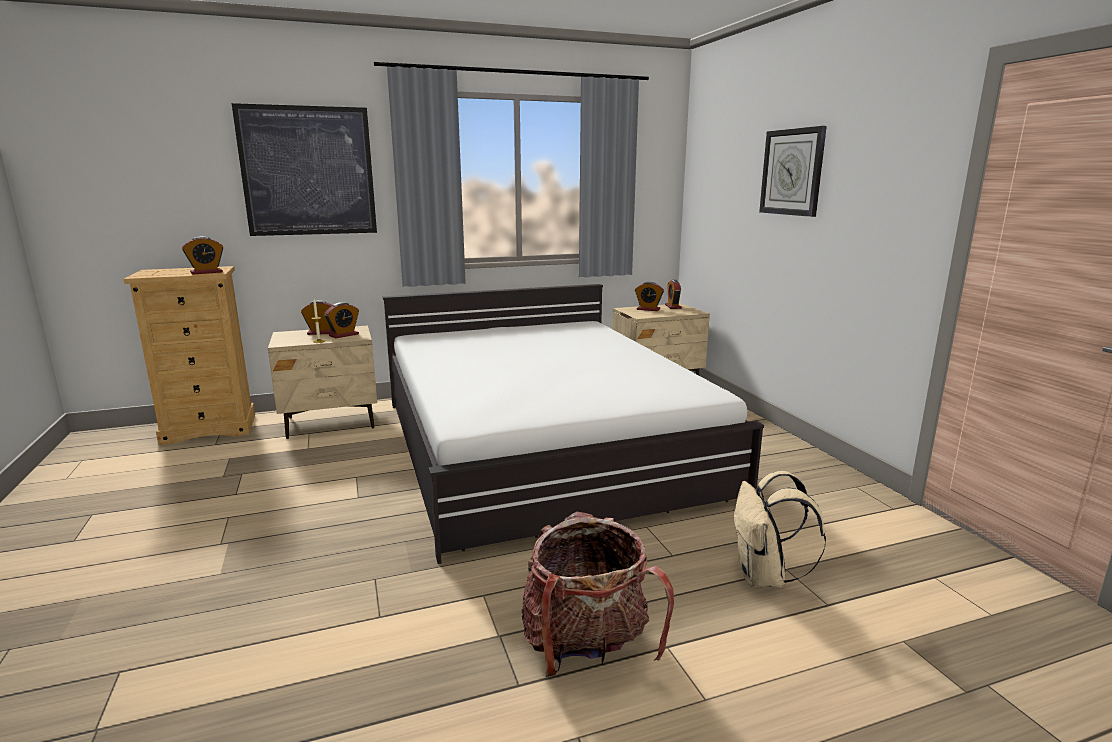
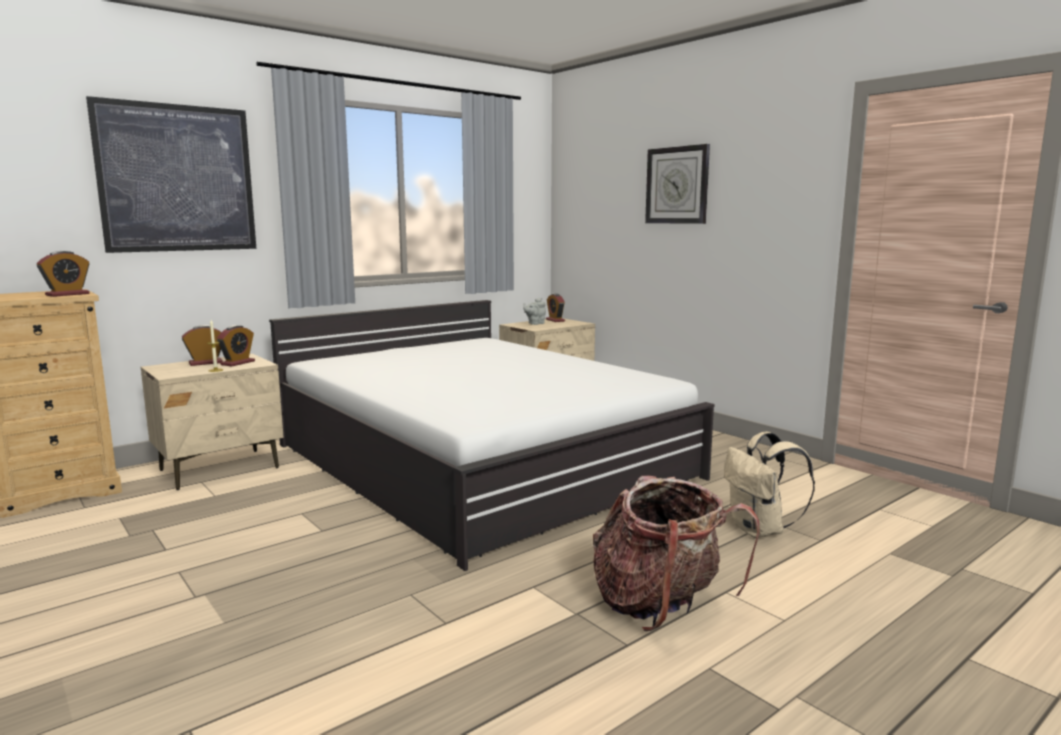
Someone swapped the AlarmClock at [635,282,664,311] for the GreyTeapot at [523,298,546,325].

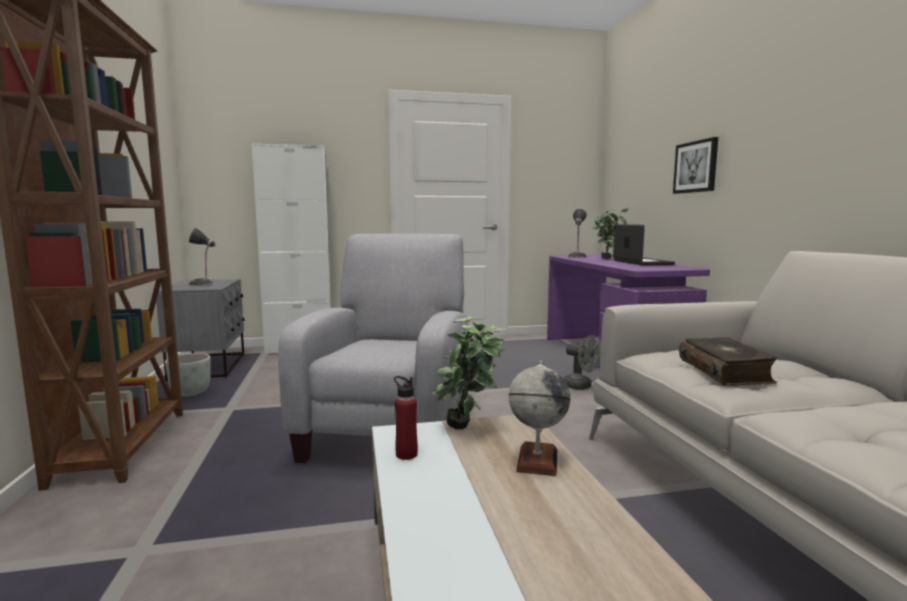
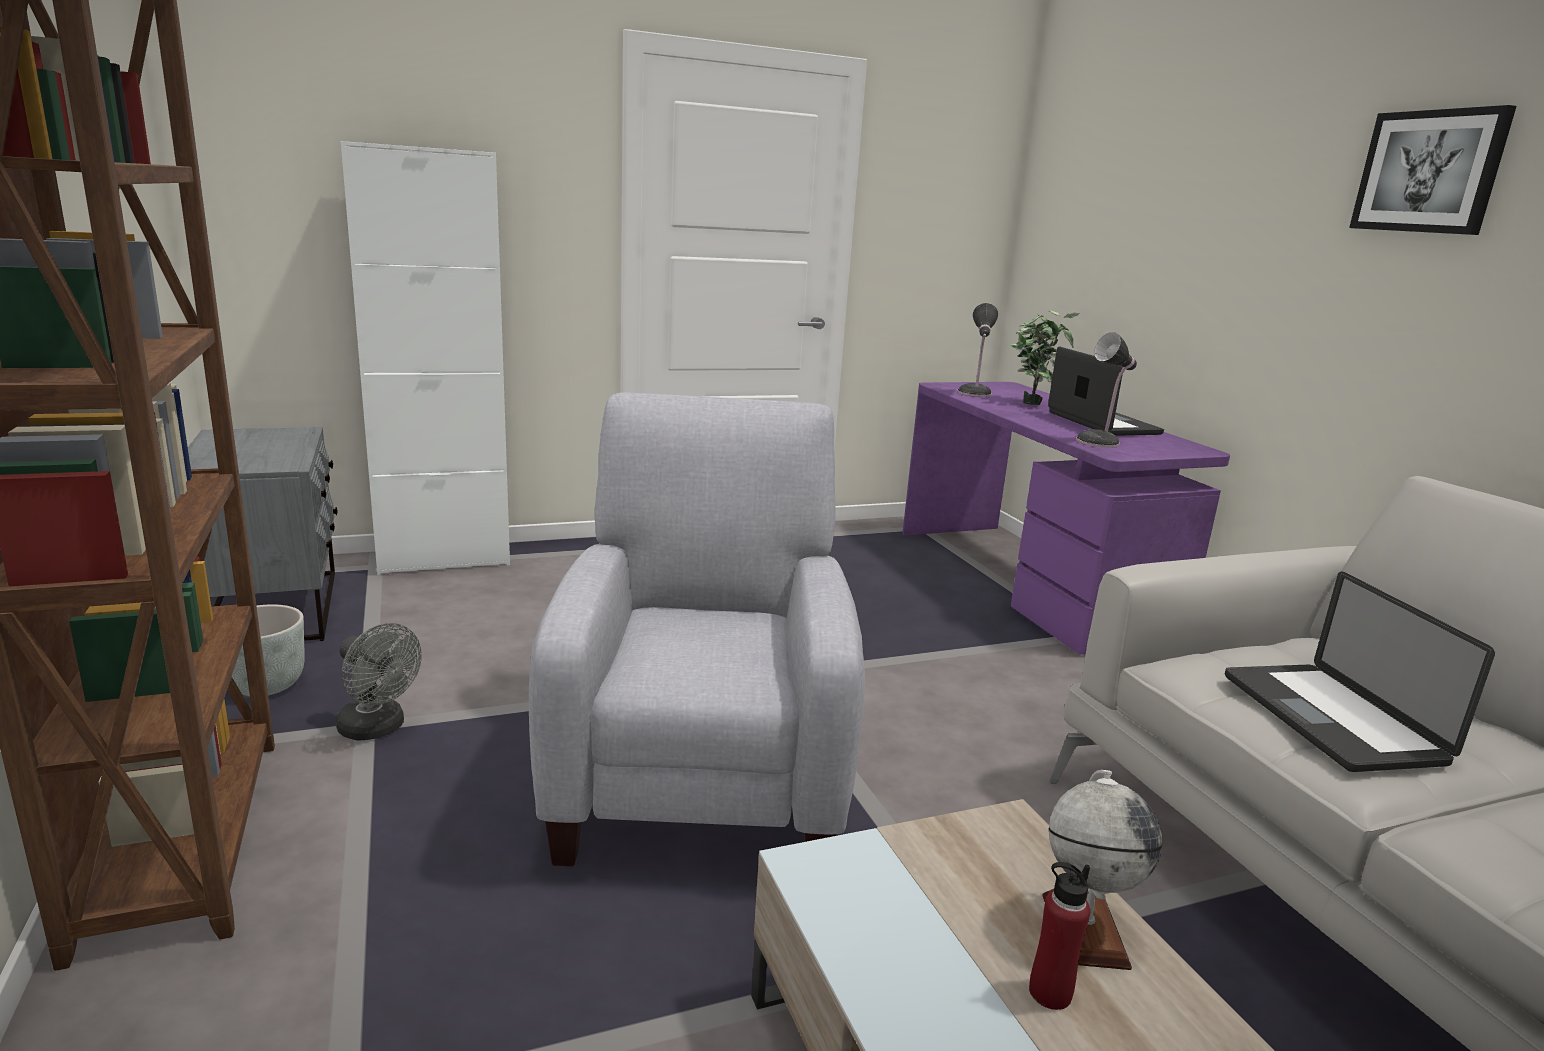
Someone took away the PottedPlant at [432,317,507,429]. Someone carried the TableLamp from [189,228,216,286] to [1076,332,1137,448]. Someone carried the RedBottle from [394,376,418,460] to [1029,862,1090,1010]. Someone carried the GreyFan from [563,335,601,390] to [336,623,422,740]. Someone carried the Picture from [673,137,718,194] to [1349,105,1517,235]. Someone swapped the Book at [679,337,778,386] for the Laptop at [1225,571,1495,772].

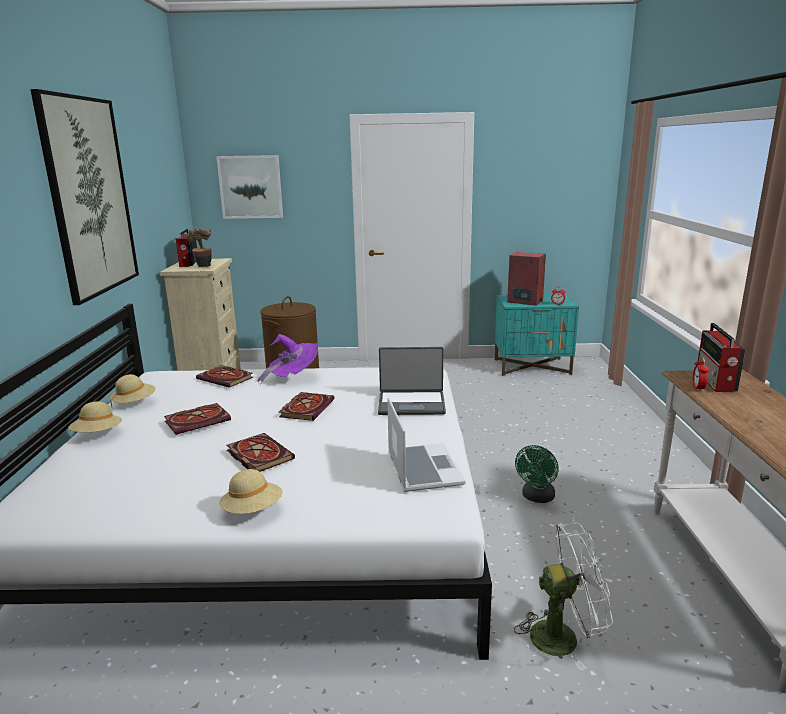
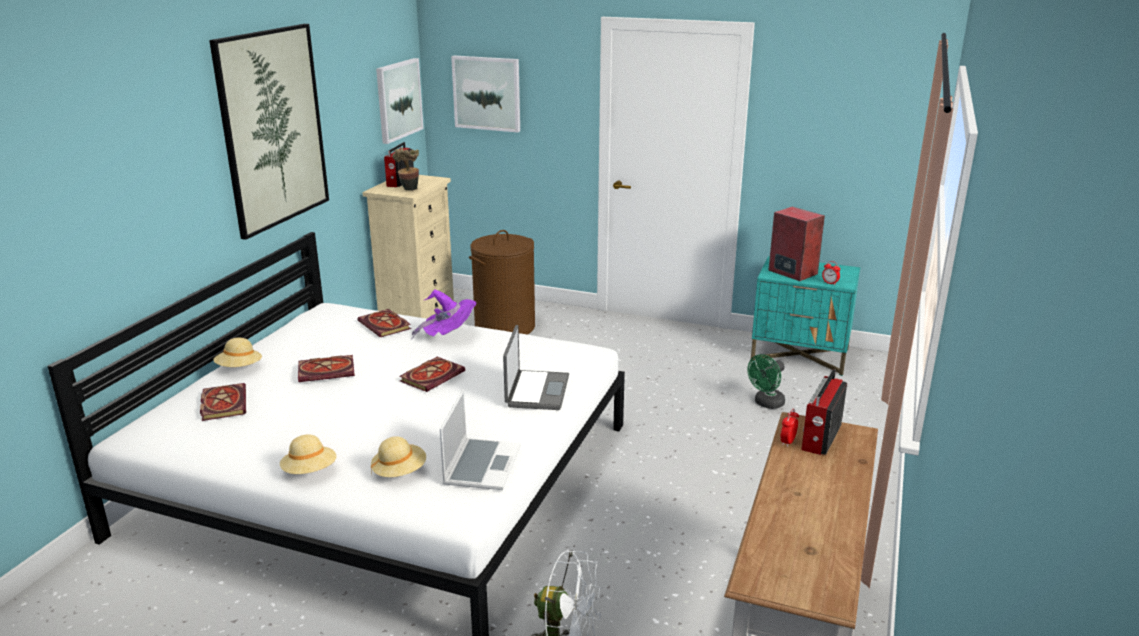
Someone put up the Picture at [376,58,424,144]. Someone carried the BeigeHat from [110,375,155,407] to [371,436,426,477]. Someone carried the Book from [226,433,295,472] to [200,383,246,421]. Someone carried the GreenFan from [515,445,559,503] to [747,354,785,409]. Someone rotated the Laptop at [378,347,446,415] by 105 degrees counterclockwise.

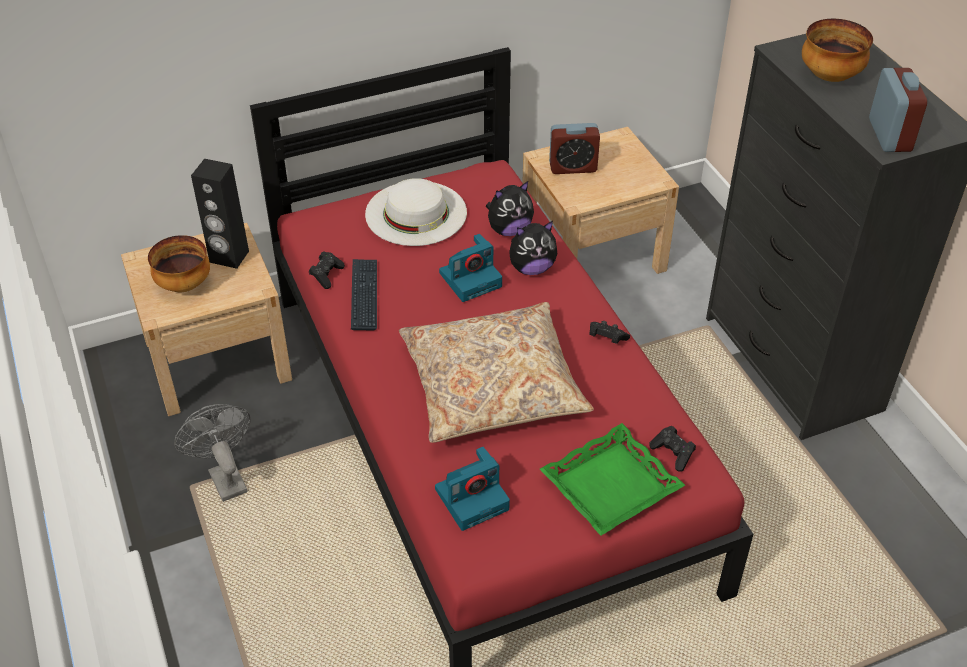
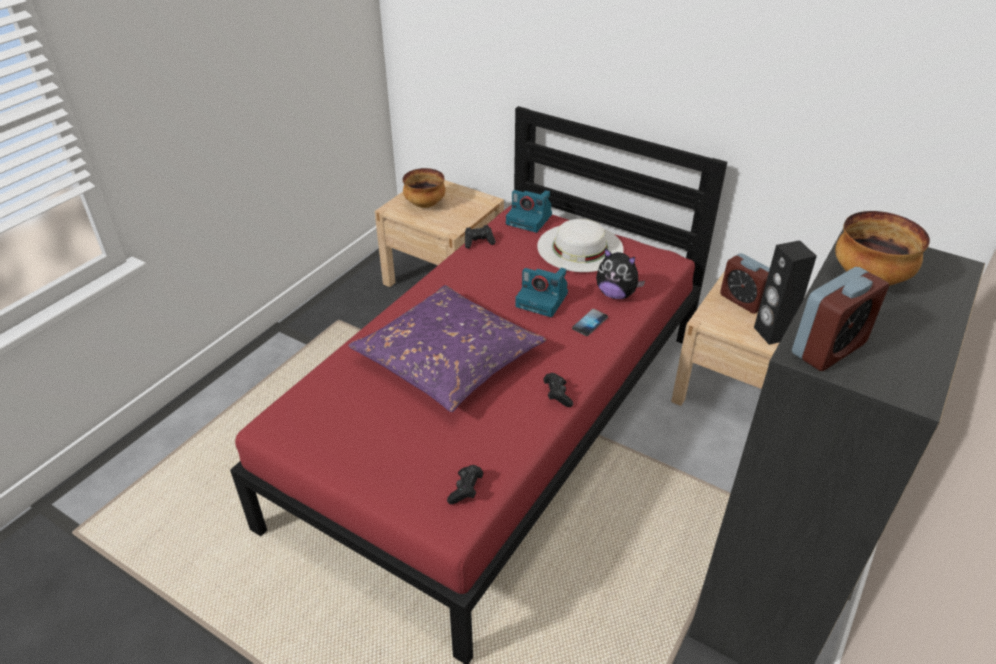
Someone took away the GreyFan at [174,404,250,502]. Someone took away the Keyboard at [351,259,377,330]. Someone took away the GreenTray at [540,423,685,536]. Someone carried the BlackSpeaker from [191,159,249,269] to [754,240,817,345]. Someone carried the PhotoCamera from [435,447,510,531] to [506,190,552,233]. Someone swapped the PlushToy at [509,221,558,275] for the Phone at [572,309,608,336]. Someone repainted the BeigePillow at [399,302,594,443], which became the PurplePillow at [348,285,546,412].

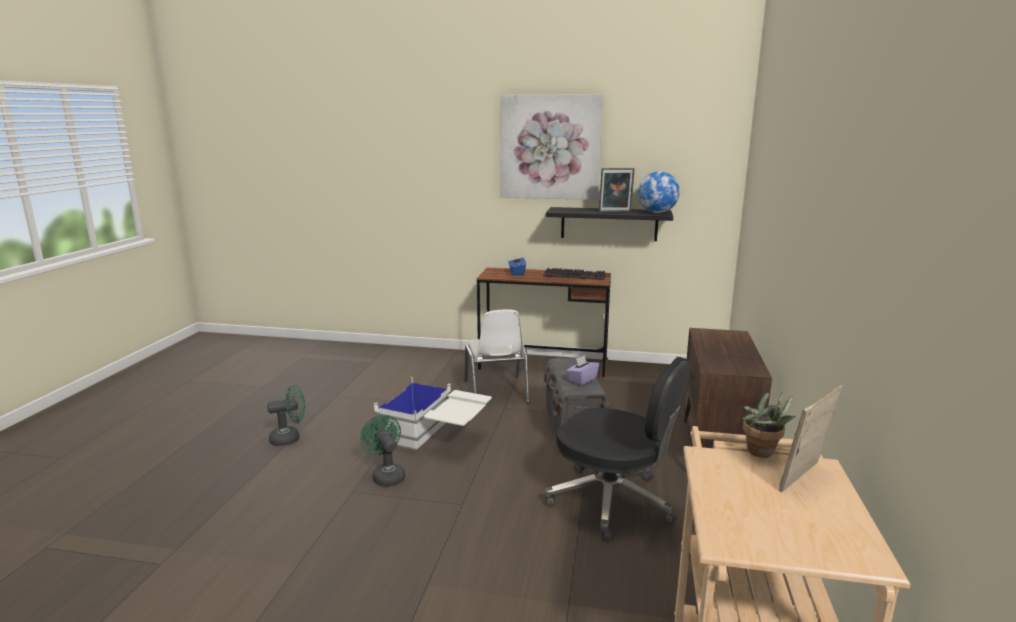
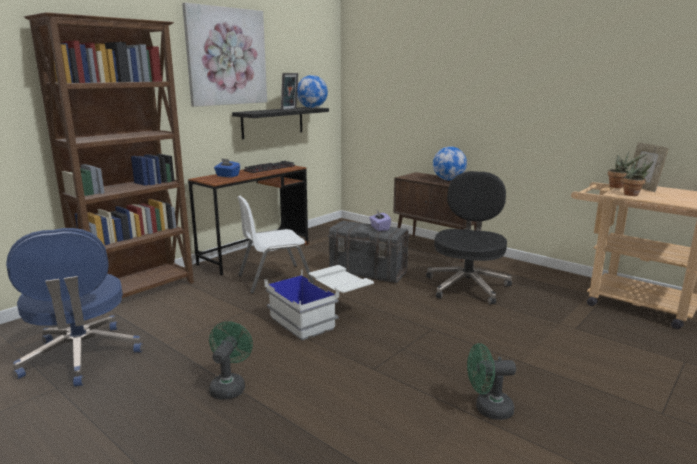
Someone put down the BlueOfficeChair at [6,228,143,387]. Someone put down the BrownBookcase at [24,12,194,298]. Someone put down the Globe at [433,146,467,181]. Someone put down the PottedPlant at [622,158,654,196]. Someone carried the GreenFan from [360,415,405,486] to [467,343,516,420]. Someone rotated the WhiteChair at [464,310,530,404] by 135 degrees clockwise. Someone rotated the BlackOfficeChair at [545,357,690,542] by 45 degrees counterclockwise.

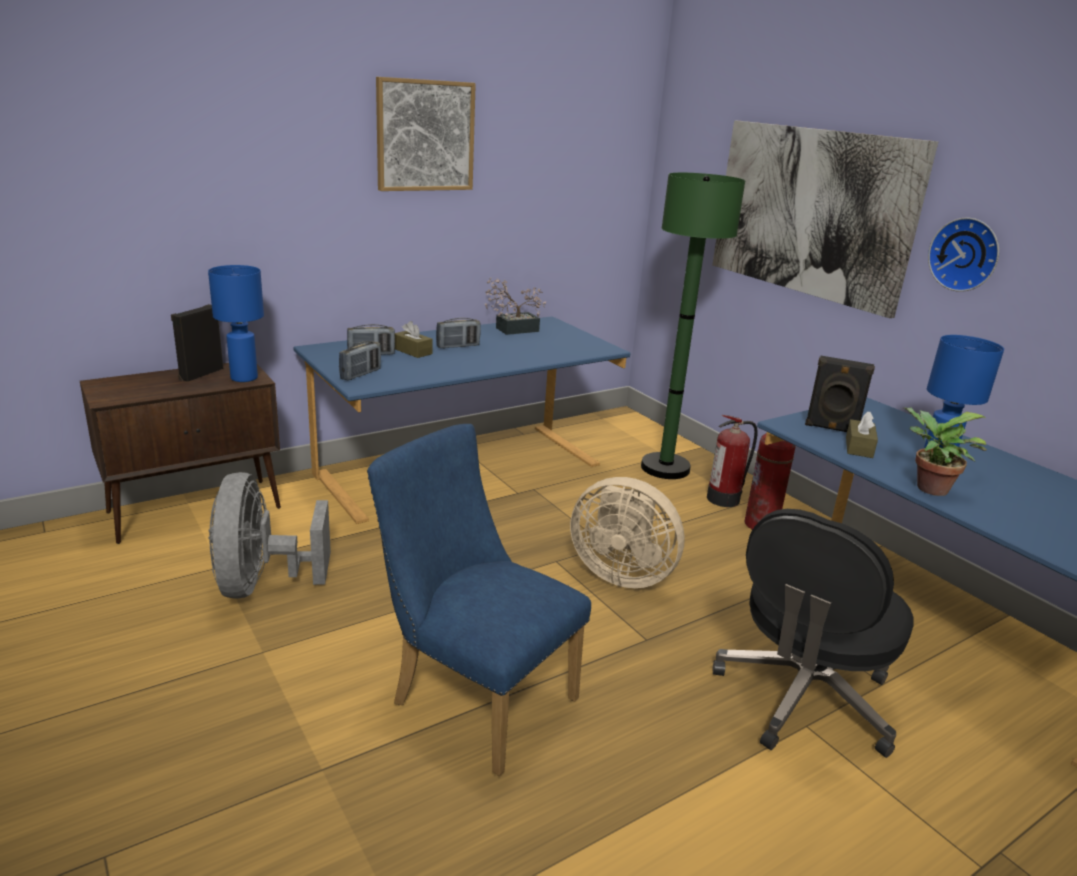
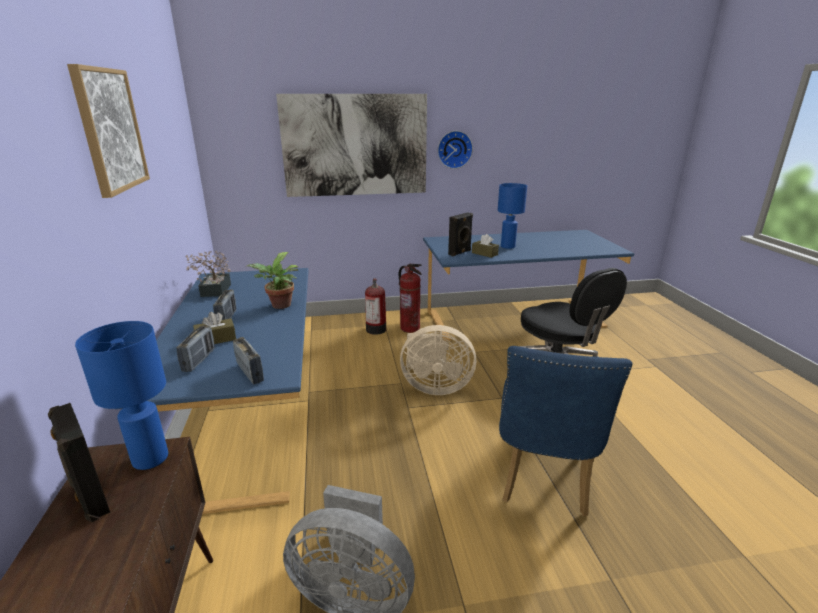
Someone took away the GreenFloorLamp at [641,172,745,479]. Someone carried the PottedPlant from [904,407,987,496] to [245,252,299,309]. Someone rotated the BlueChair at [367,424,591,776] by 45 degrees counterclockwise. Someone rotated the BeigeFan at [570,477,685,588] by 45 degrees clockwise.

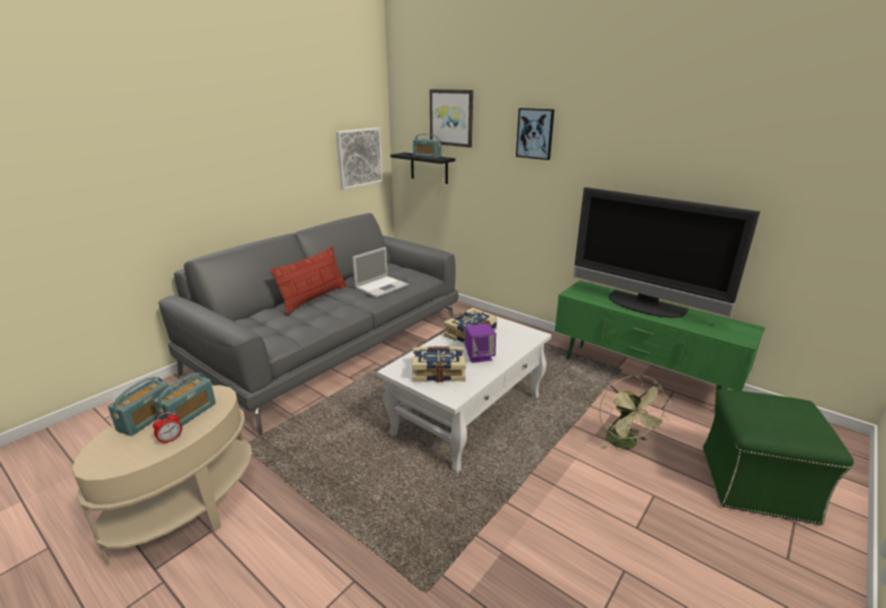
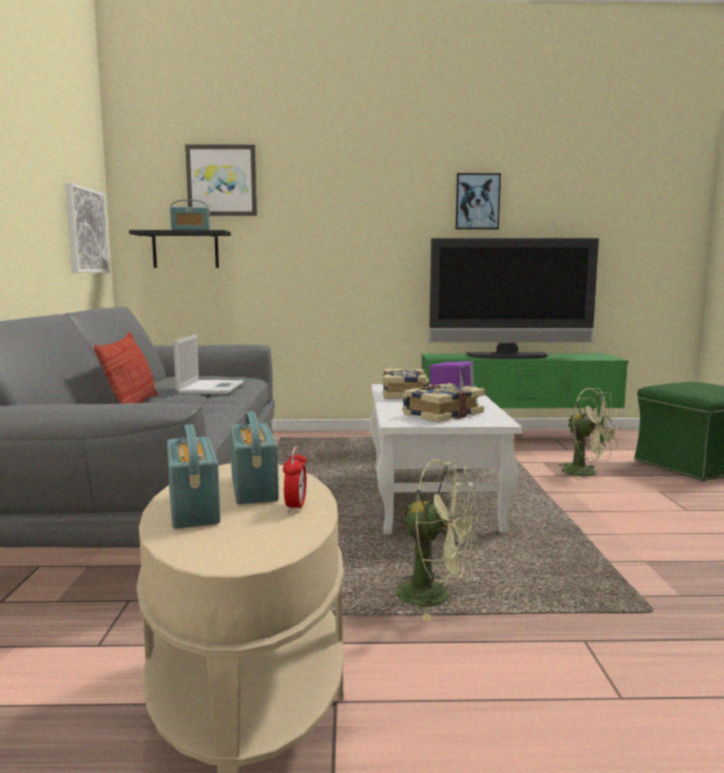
Someone put down the GreenFan at [396,460,479,621]. Someone carried the Picture from [516,108,554,160] to [456,173,501,229].

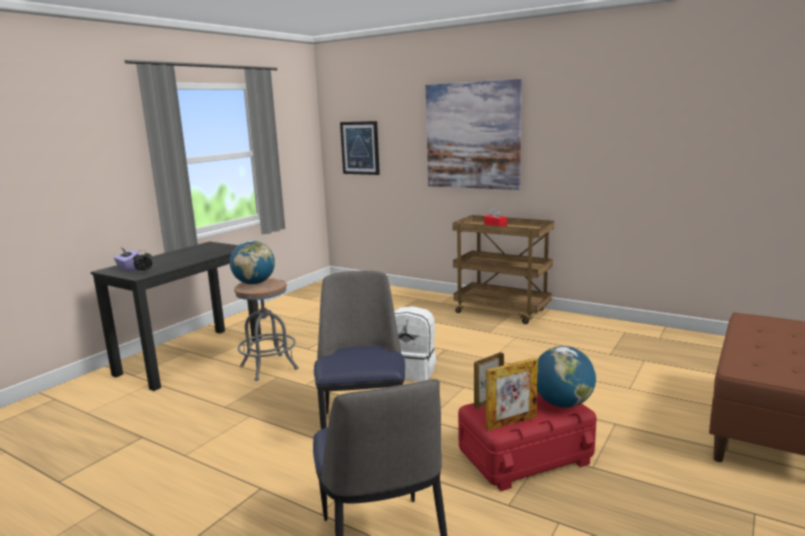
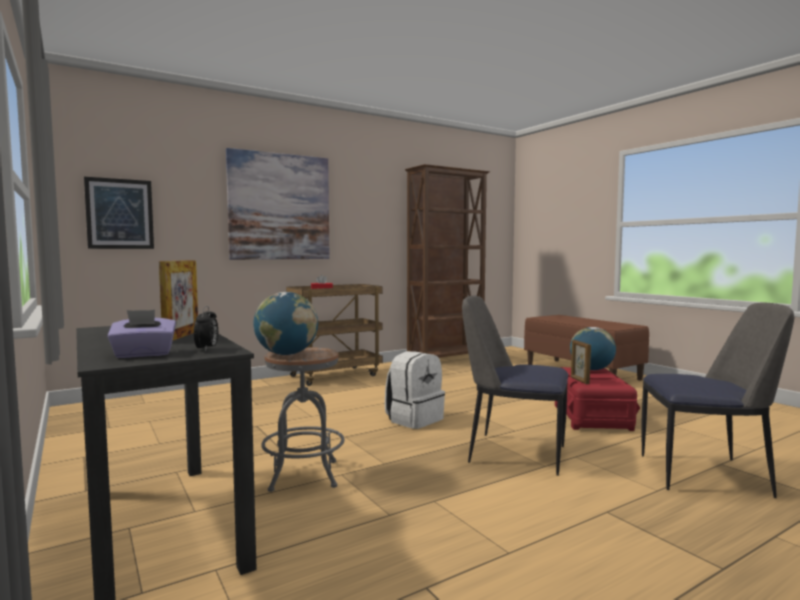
Someone put down the BrownBookcase at [405,164,490,358]. Someone carried the PictureFrame from [486,358,538,431] to [159,260,198,340].

